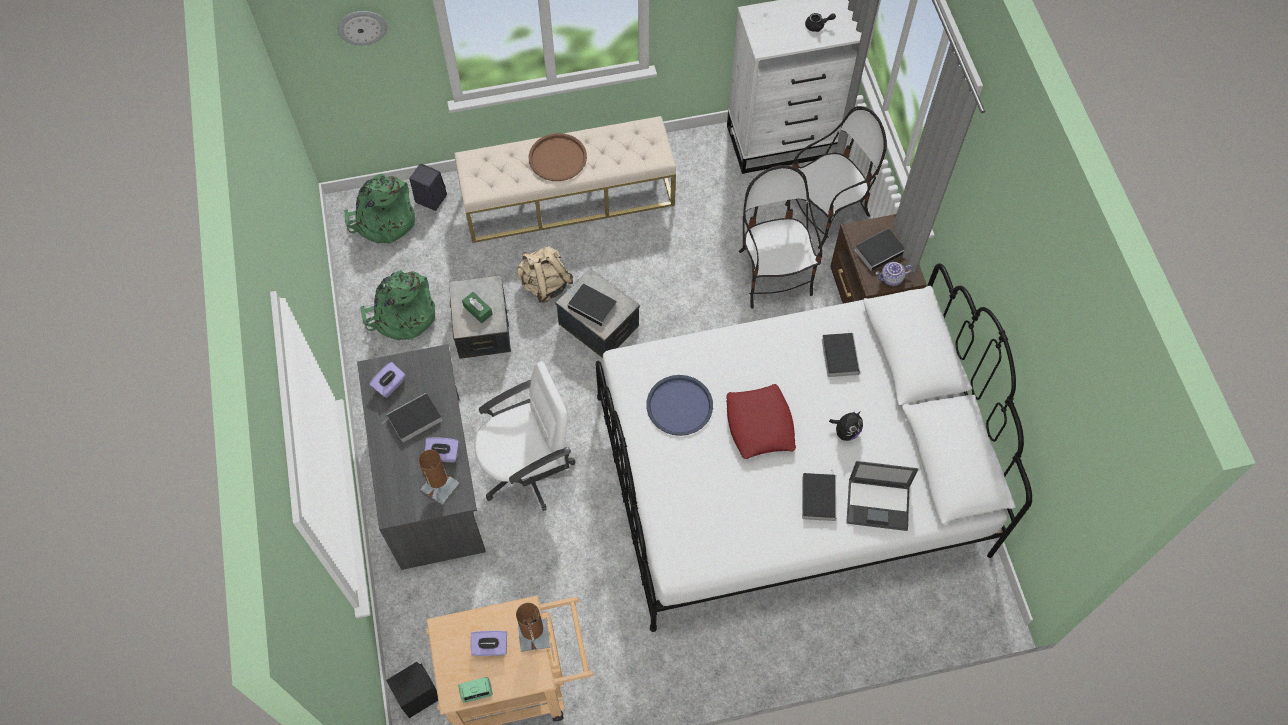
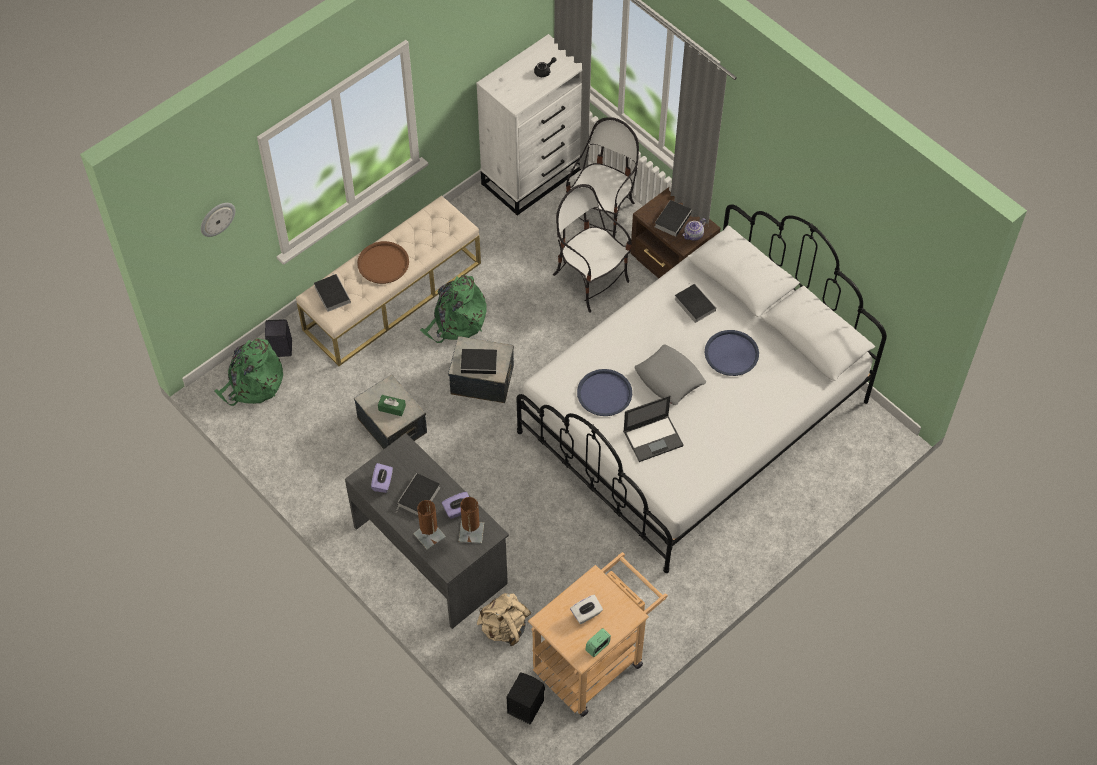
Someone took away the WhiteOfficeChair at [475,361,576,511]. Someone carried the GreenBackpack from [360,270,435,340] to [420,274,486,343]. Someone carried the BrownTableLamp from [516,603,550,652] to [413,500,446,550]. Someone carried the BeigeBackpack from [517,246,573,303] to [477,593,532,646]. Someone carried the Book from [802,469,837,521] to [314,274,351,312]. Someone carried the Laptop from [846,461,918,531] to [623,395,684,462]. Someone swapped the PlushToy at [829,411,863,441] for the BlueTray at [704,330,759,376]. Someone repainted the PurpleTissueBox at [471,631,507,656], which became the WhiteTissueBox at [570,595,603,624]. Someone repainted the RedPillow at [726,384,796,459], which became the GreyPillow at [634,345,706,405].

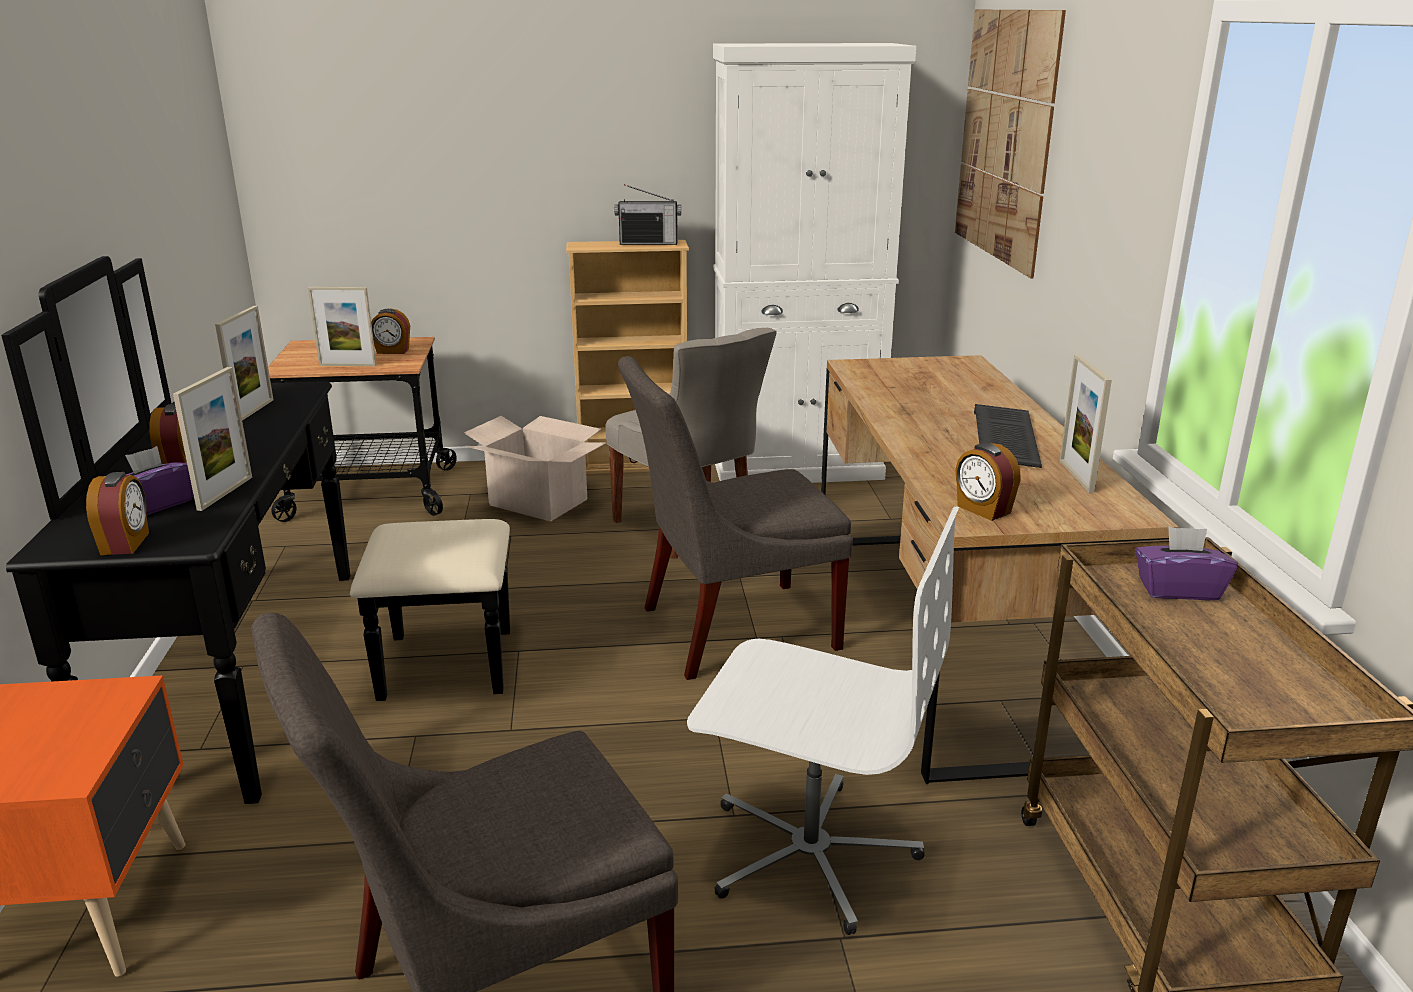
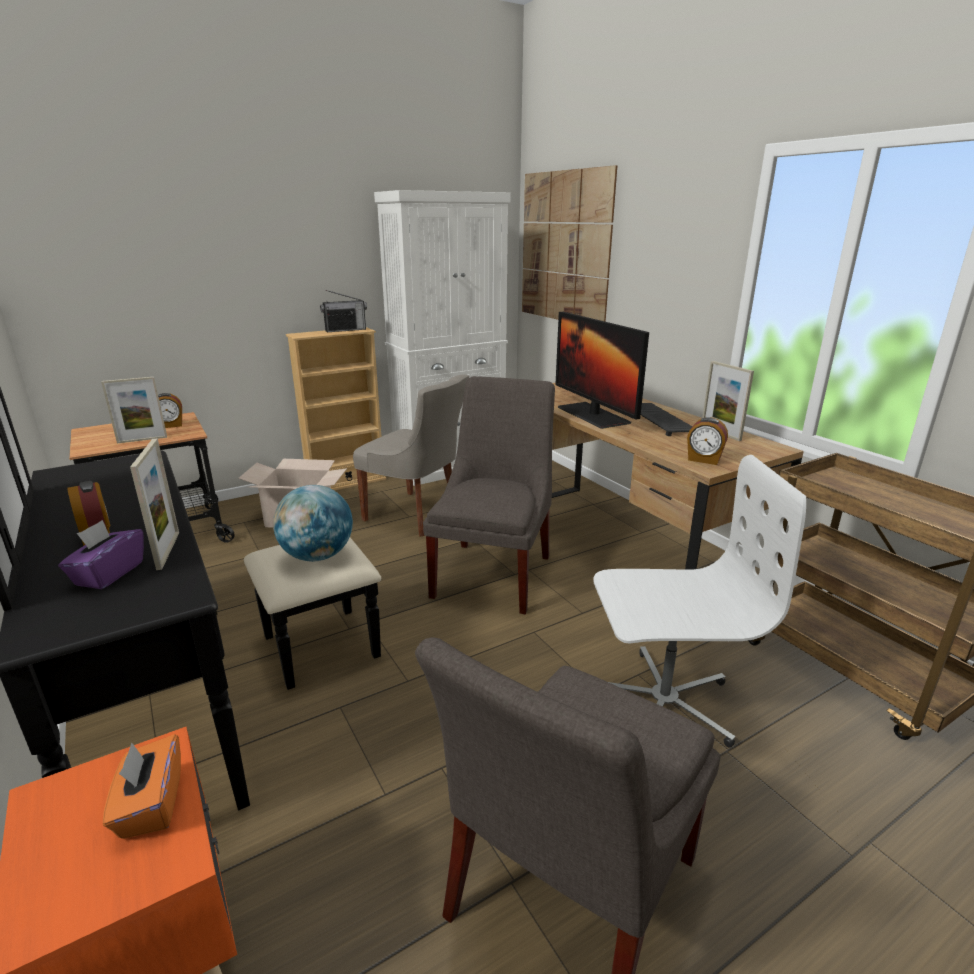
Someone took away the AlarmClock at [86,472,149,555]. Someone took away the PictureFrame at [215,306,273,421]. Someone took away the PurpleTissueBox at [1135,526,1238,600]. Someone put down the OrangeTissueBox at [103,734,181,839]. Someone put down the Globe at [273,485,353,562]. Someone put down the Monitor at [555,312,649,429]. Someone rotated the GreyChair at [618,356,853,680] by 150 degrees clockwise.

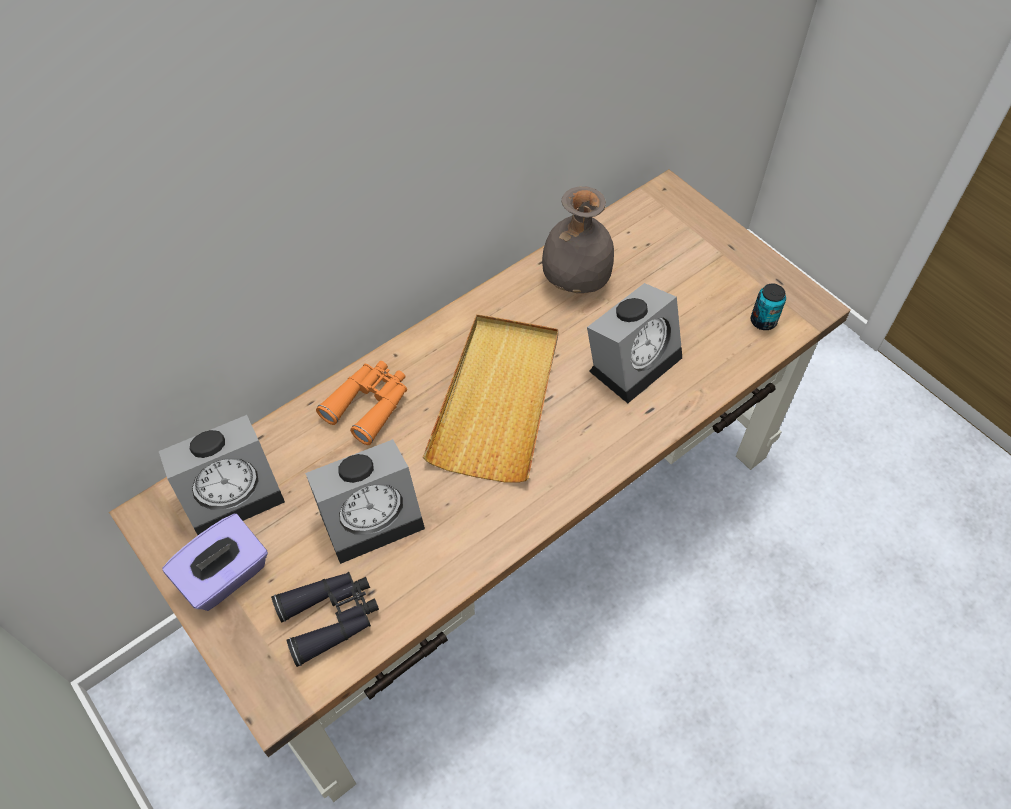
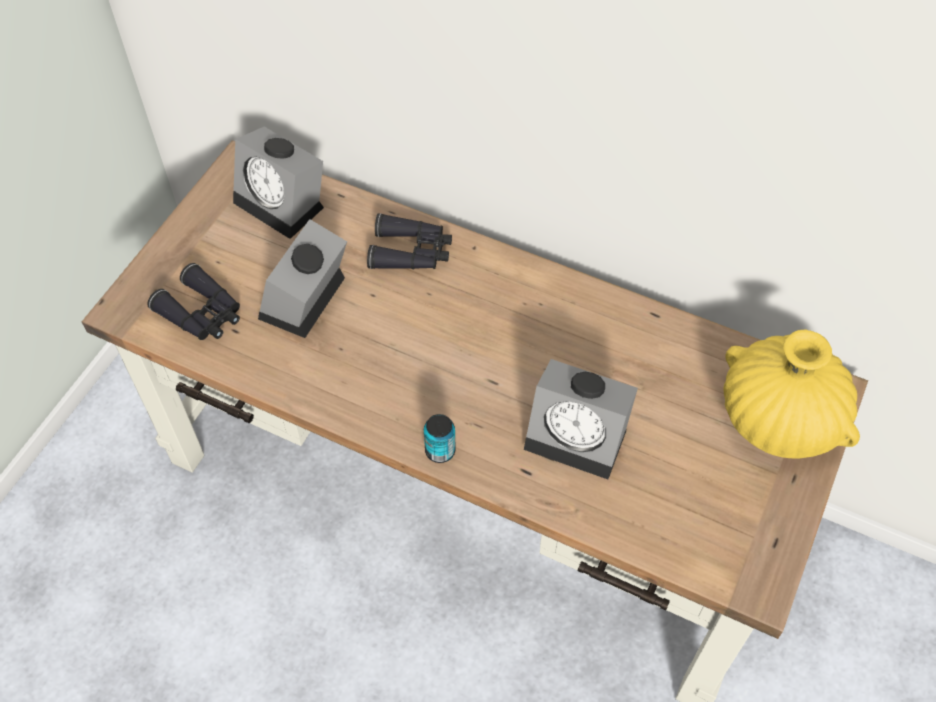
Someone took away the PurpleTissueBox at [162,514,268,611]. Someone took away the BeigeTray at [423,314,558,482]. Someone took away the GreyVase at [542,186,614,293]. Someone put down the YellowVase at [723,330,860,458]. Someone carried the Can from [751,283,786,330] to [424,414,456,463]. Someone repainted the OrangeBinoculars at [316,361,407,445], which became the BlackBinoculars at [367,213,452,269]. Someone rotated the AlarmClock at [305,439,425,564] by 75 degrees clockwise.

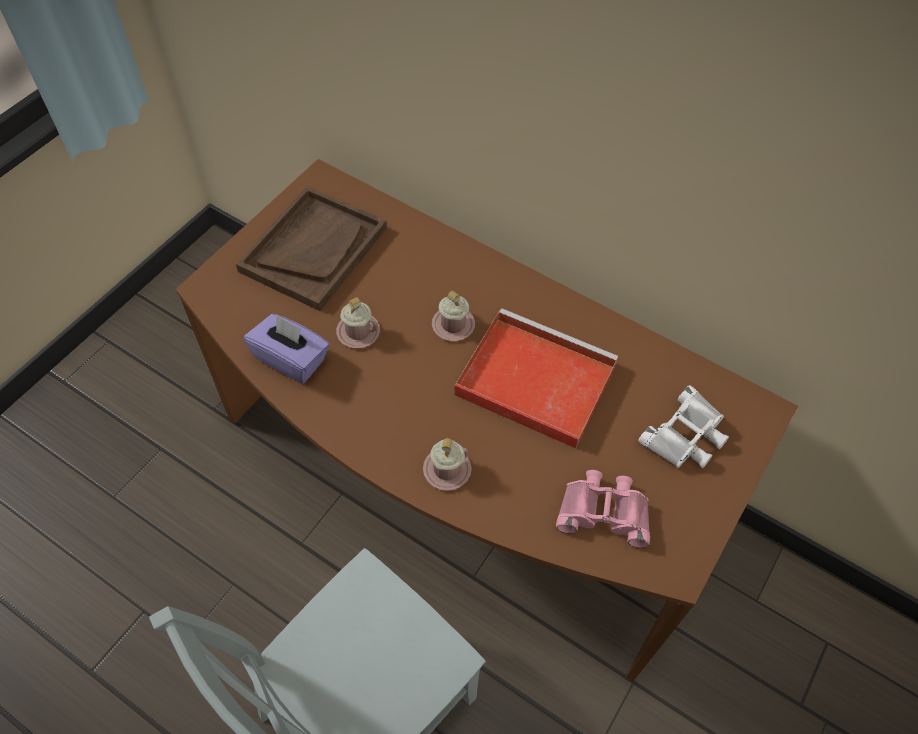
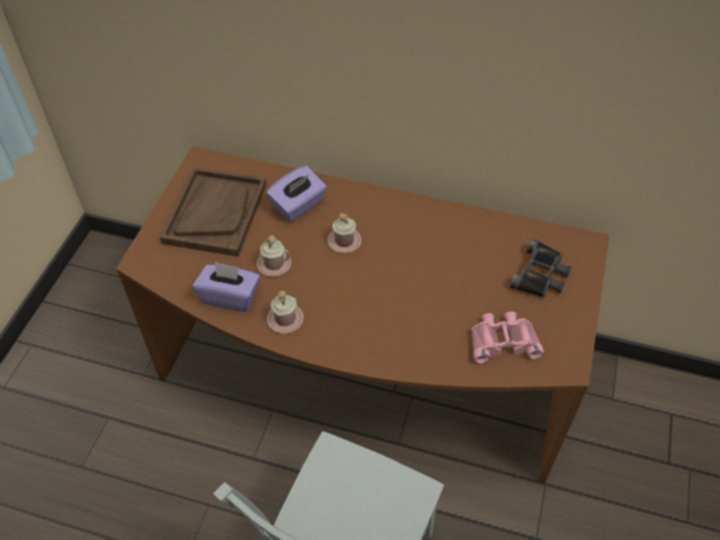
Someone took away the RedTray at [454,308,618,449]. Someone put down the PurpleTissueBox at [266,166,327,222]. Someone carried the PinkMug from [423,438,472,491] to [267,291,304,333]. Someone repainted the WhiteBinoculars at [638,385,729,468], which became the BlackBinoculars at [510,239,571,297].

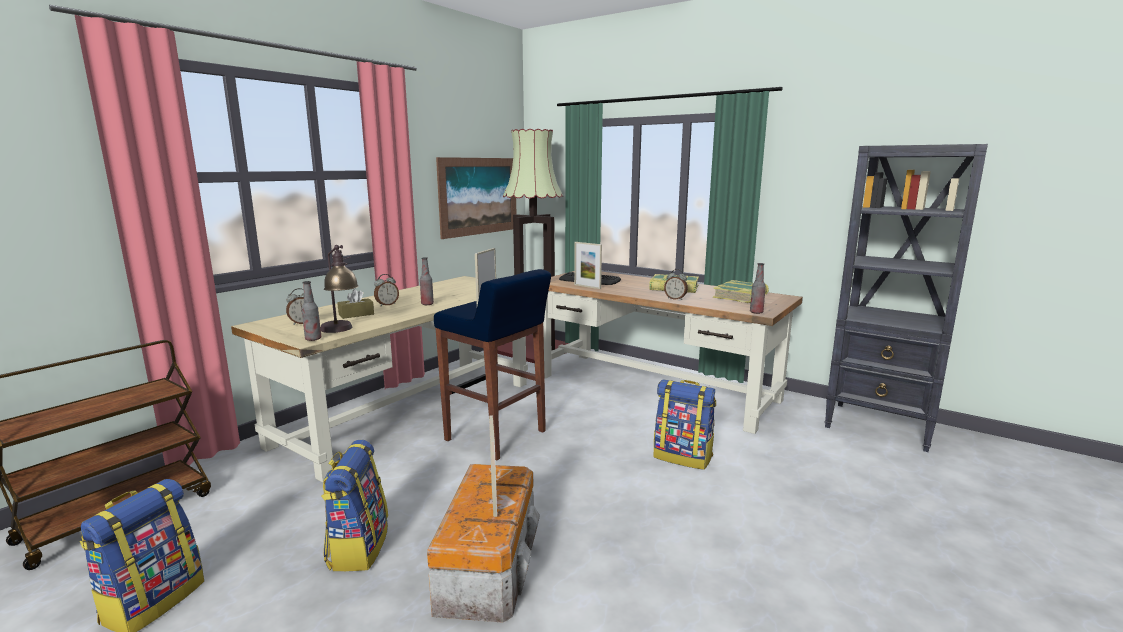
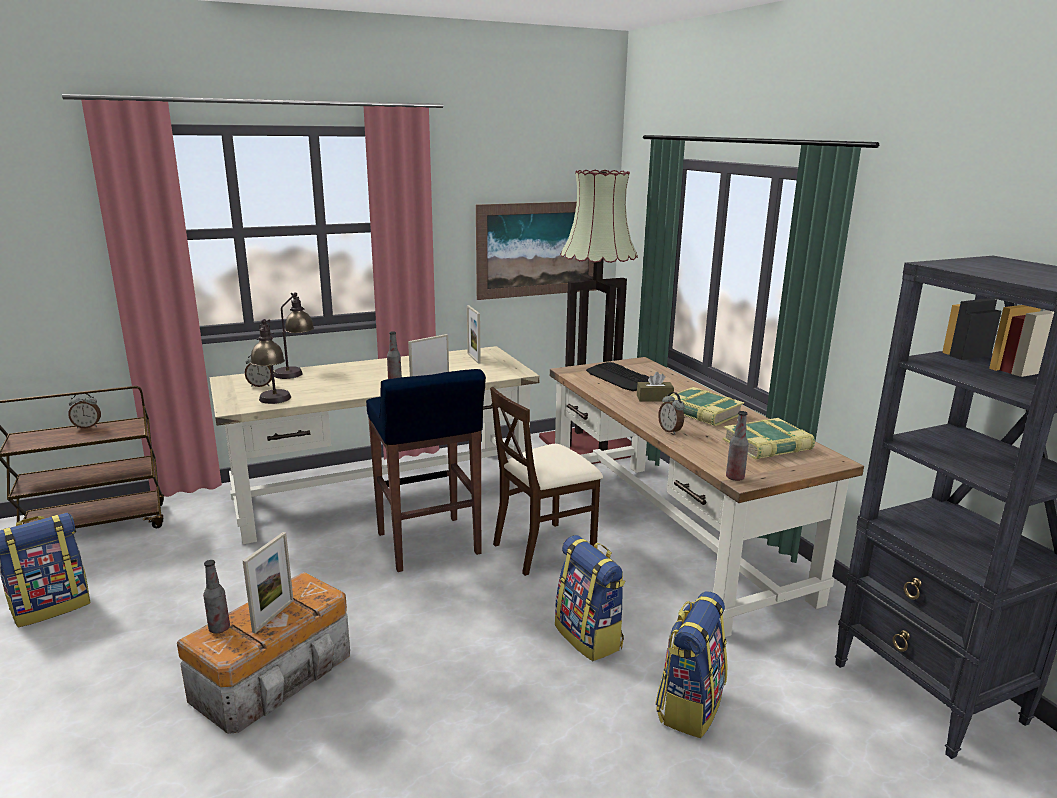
Someone put down the TableLamp at [274,292,314,379]. Someone put down the BeigeChair at [490,387,603,576]. Someone carried the Bottle from [302,281,321,341] to [203,560,230,634]. Someone carried the Backpack from [321,440,388,571] to [655,592,728,738]. Someone carried the BrownTissueBox from [337,289,374,319] to [637,372,674,402]. Someone carried the AlarmClock from [374,274,399,306] to [68,394,101,428]. Someone carried the PictureFrame from [574,242,602,289] to [467,305,481,364].

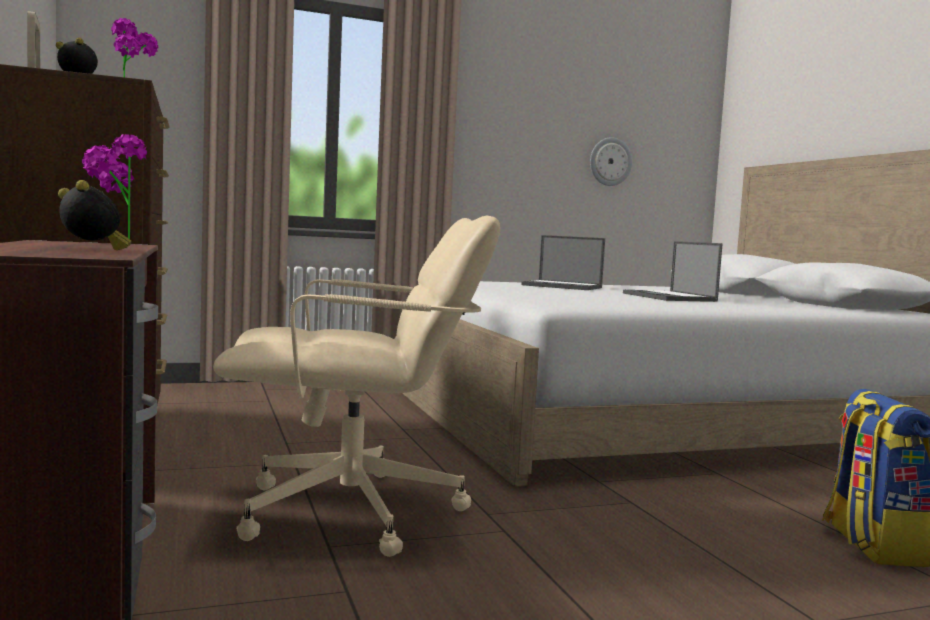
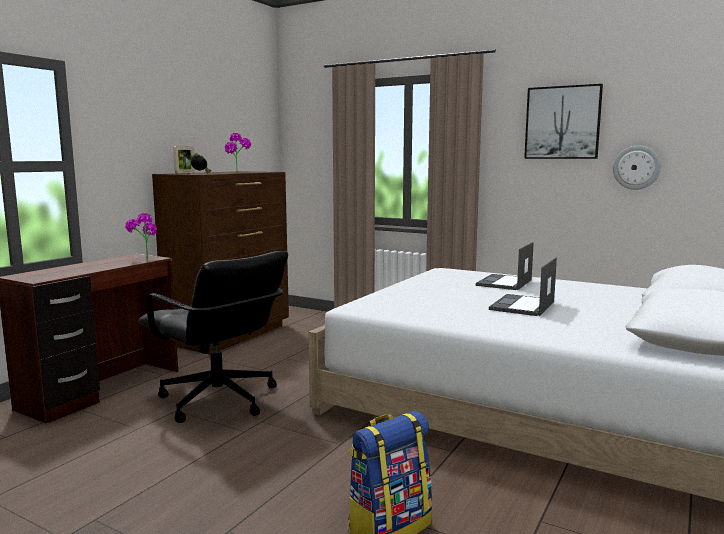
Someone took away the AlarmClock at [58,180,132,250]. Someone put up the Picture at [524,84,603,159]. Someone repainted the BeigeOfficeChair at [213,216,500,557], which became the BlackOfficeChair at [139,251,288,423]. Someone rotated the Laptop at [521,235,605,290] by 45 degrees clockwise.

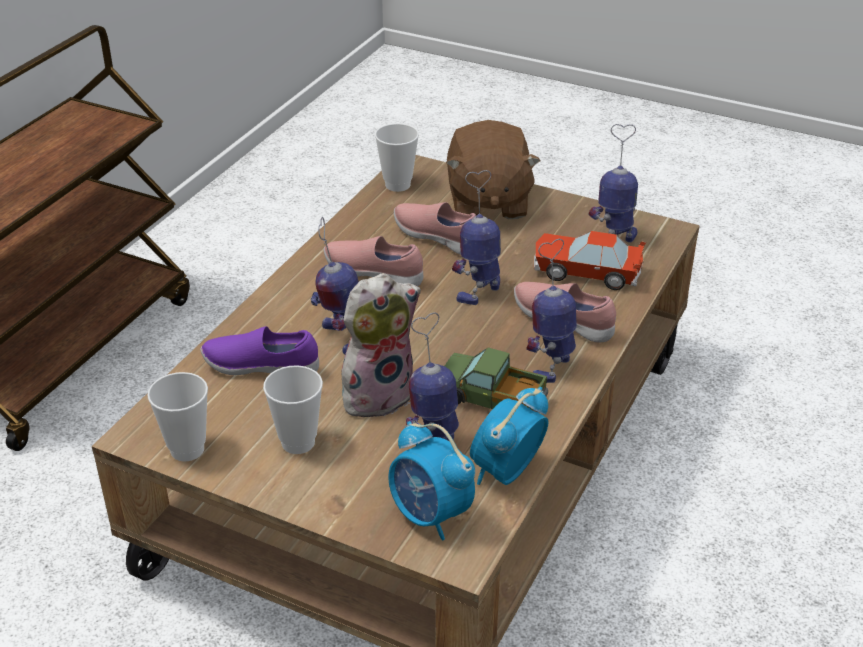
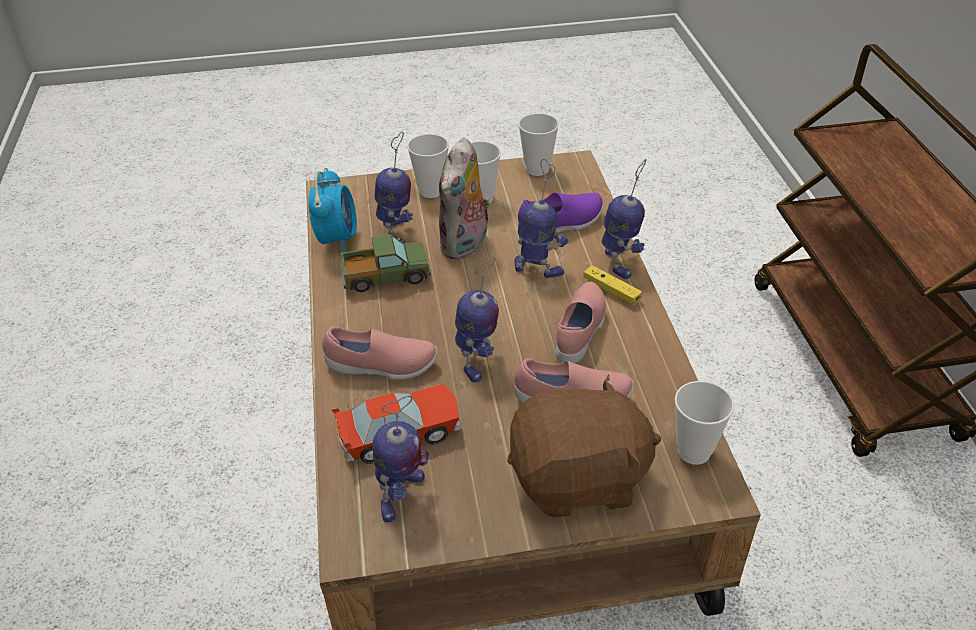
Someone took away the AlarmClock at [388,421,475,541]. Someone put down the Cup at [407,134,449,198]. Someone put down the YellowGameController at [583,265,642,306]. Someone carried the ToyRobot from [526,239,577,383] to [602,159,646,280]. Someone rotated the PinkShoe at [324,236,423,287] by 60 degrees counterclockwise. Someone rotated the BrownPlushToy at [446,120,540,219] by 120 degrees clockwise.

